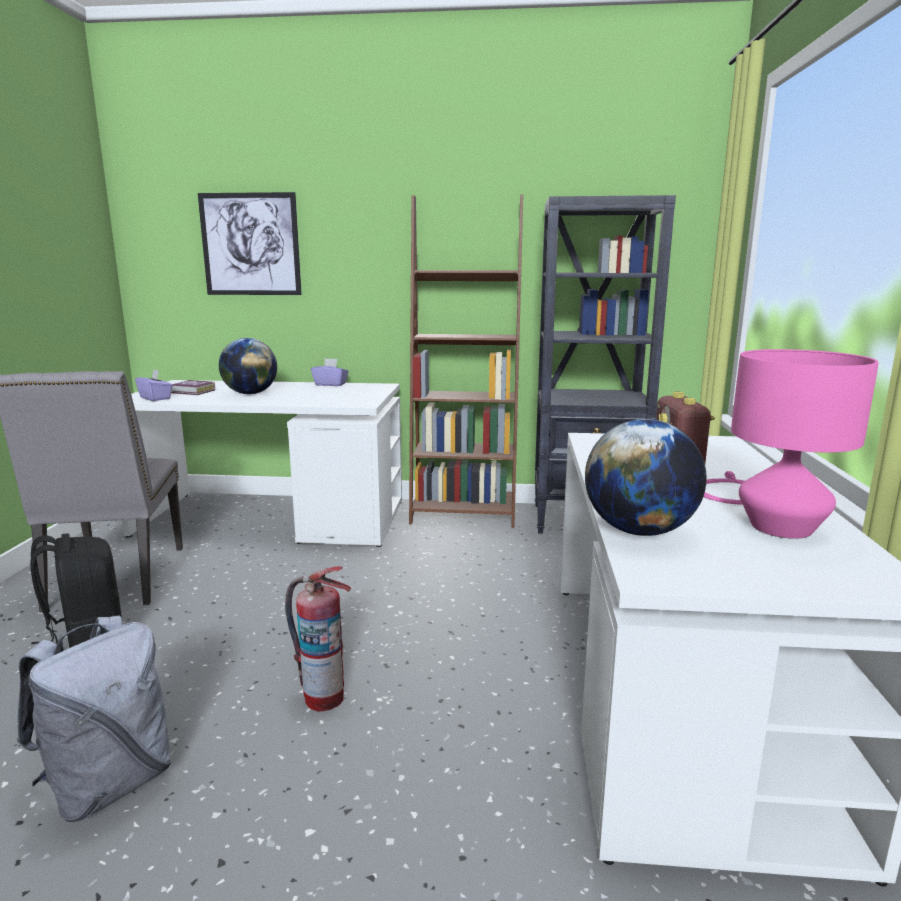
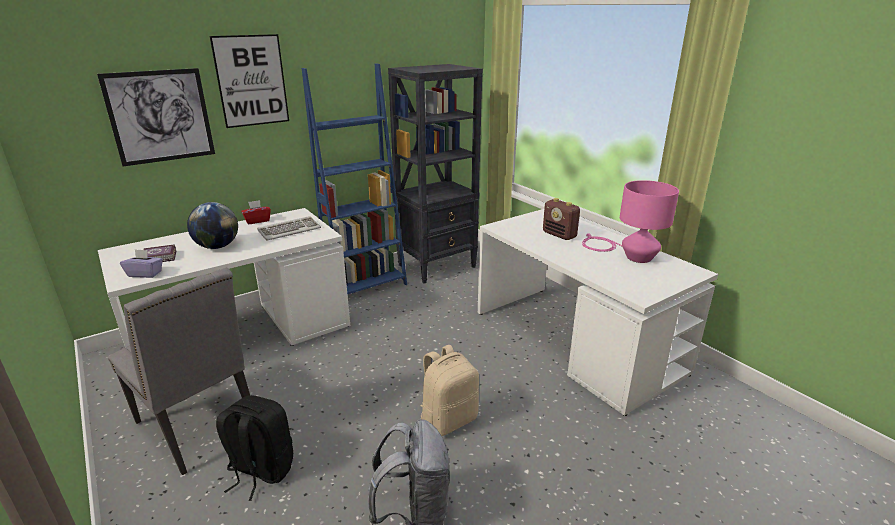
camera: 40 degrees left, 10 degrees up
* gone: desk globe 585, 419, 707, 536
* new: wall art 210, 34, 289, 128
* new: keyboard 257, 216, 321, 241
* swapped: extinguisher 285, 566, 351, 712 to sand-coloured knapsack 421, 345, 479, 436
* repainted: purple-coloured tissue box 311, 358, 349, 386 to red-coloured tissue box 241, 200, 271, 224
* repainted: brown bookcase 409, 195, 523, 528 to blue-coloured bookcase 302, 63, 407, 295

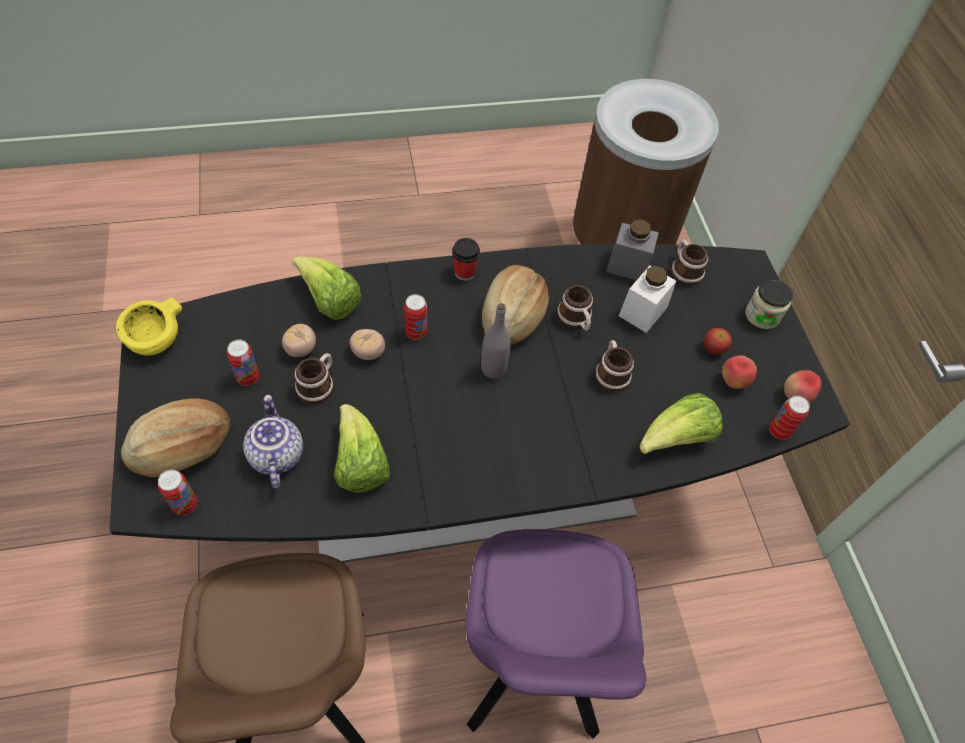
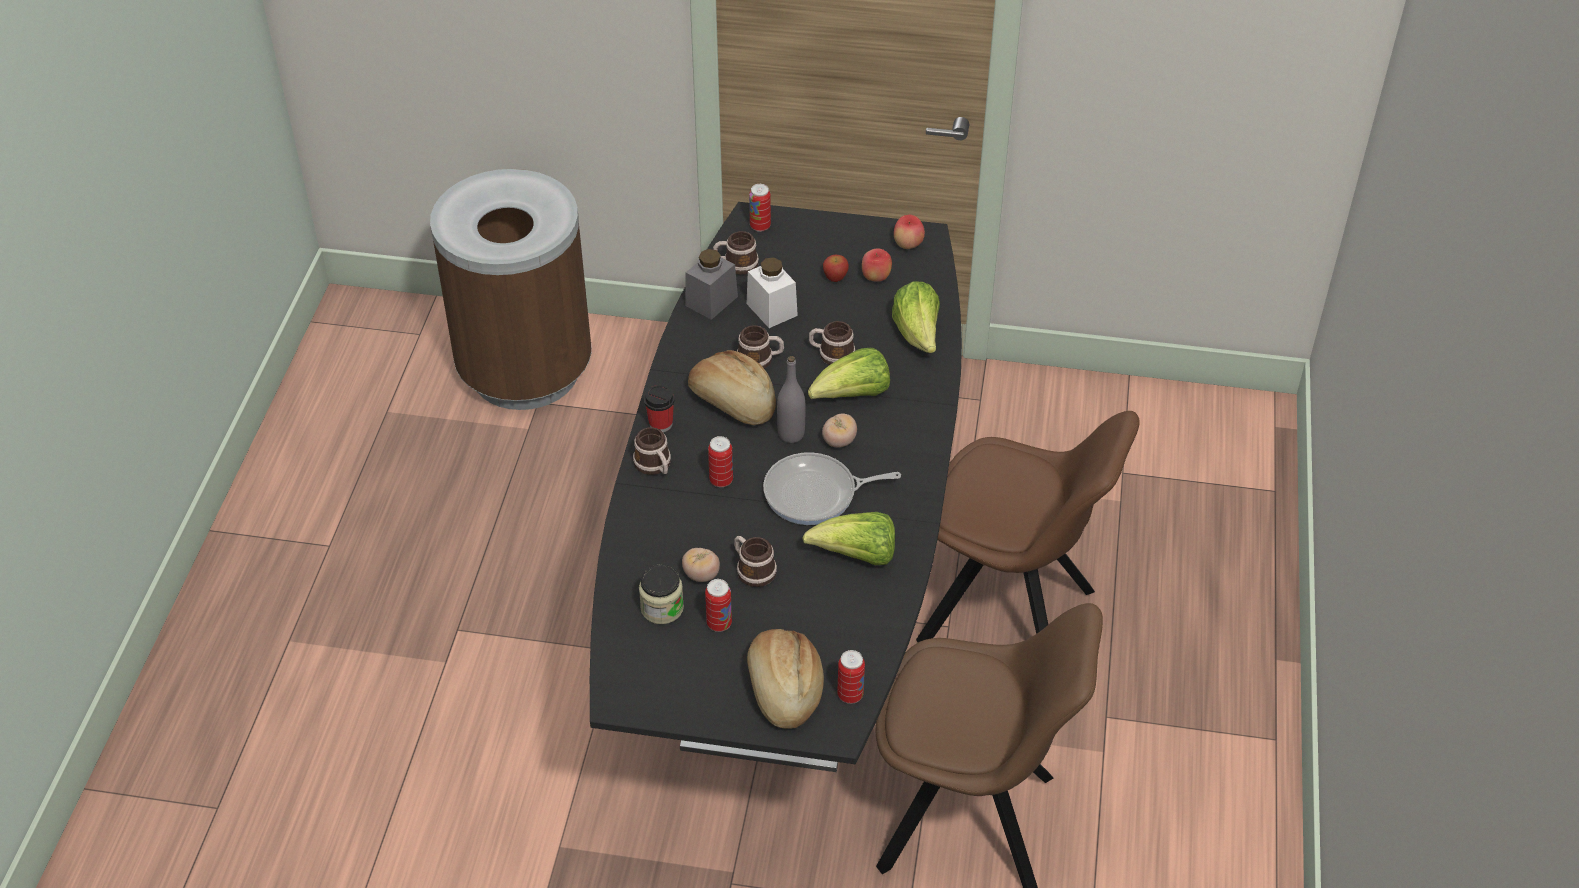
camera: 65 degrees left, 10 degrees down
* gone: yellow serving bowl 116, 297, 182, 355
* gone: pot for tea 243, 394, 303, 488
* new: coffee mug 633, 427, 671, 475
* new: frying pan 763, 452, 901, 525
* shifted: head of lettuce 292, 257, 362, 320 to 808, 348, 890, 399
* shifted: tomato 349, 329, 385, 360 to 822, 414, 857, 448
* shifted: storage jar 745, 279, 793, 329 to 639, 564, 684, 624
* shifted: can 769, 396, 810, 440 to 749, 184, 771, 232
* repainted: purple-coloured chair 466, 529, 646, 739 to brown chair 916, 411, 1140, 642

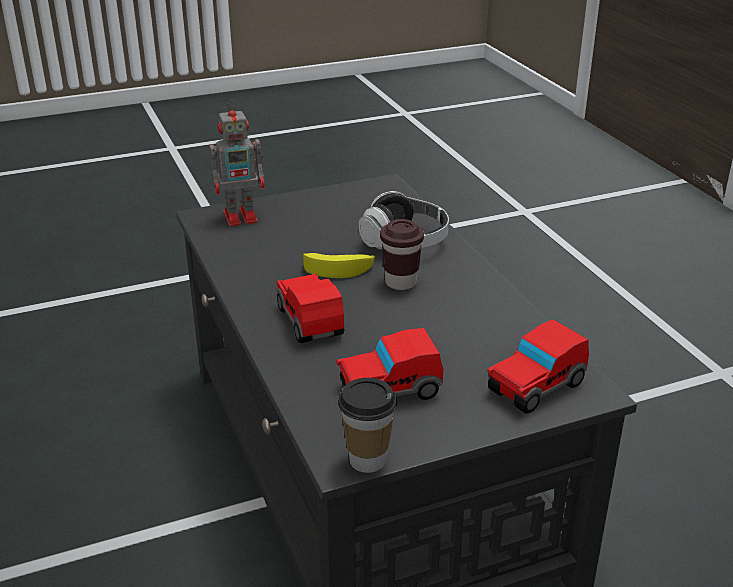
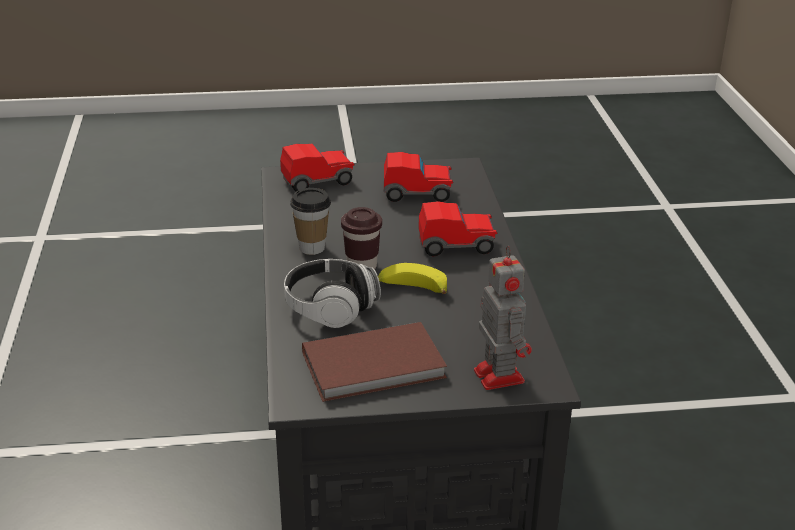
camera: 165 degrees left, 0 degrees up
* new: brown volume 302, 322, 447, 402
* shifted: small cup 338, 378, 397, 473 to 290, 188, 331, 255
* rotated: toy robot 209, 99, 265, 226 = 474, 246, 532, 390 75 degrees clockwise
* rotated: model car 276, 273, 345, 343 = 419, 201, 498, 256 90 degrees counterclockwise

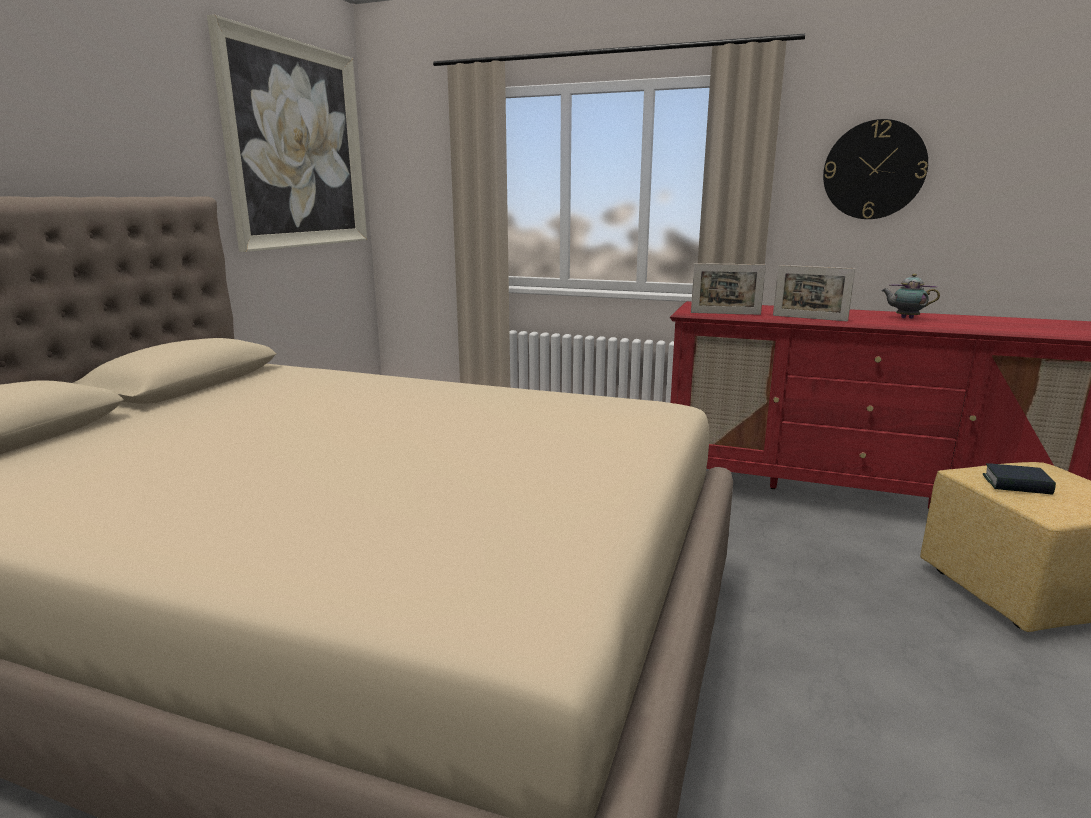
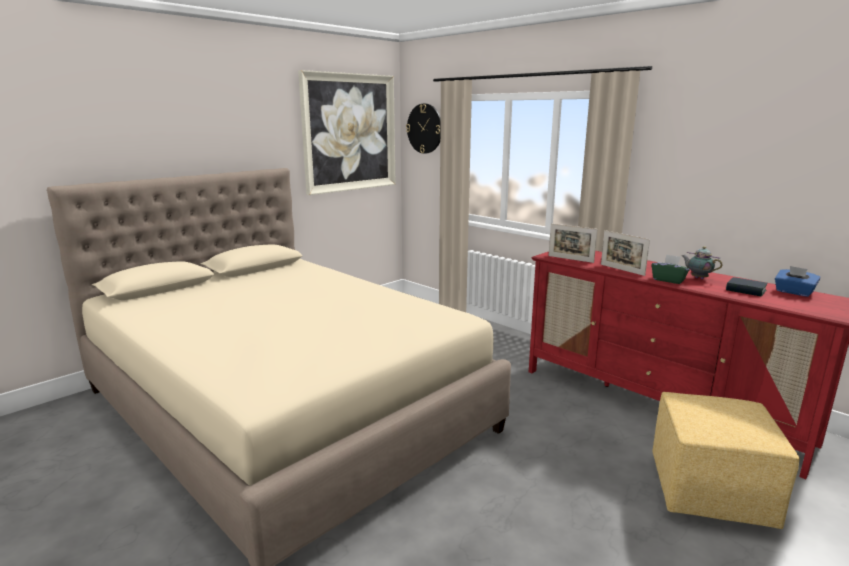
camera: 25 degrees right, 0 degrees up
* new: green-coloured tissue box 652, 254, 690, 284
* new: blue-coloured tissue box 775, 266, 820, 297
* shifted: wall clock 823, 119, 928, 219 to 406, 104, 441, 154
* shifted: volume 983, 463, 1056, 495 to 726, 277, 768, 297

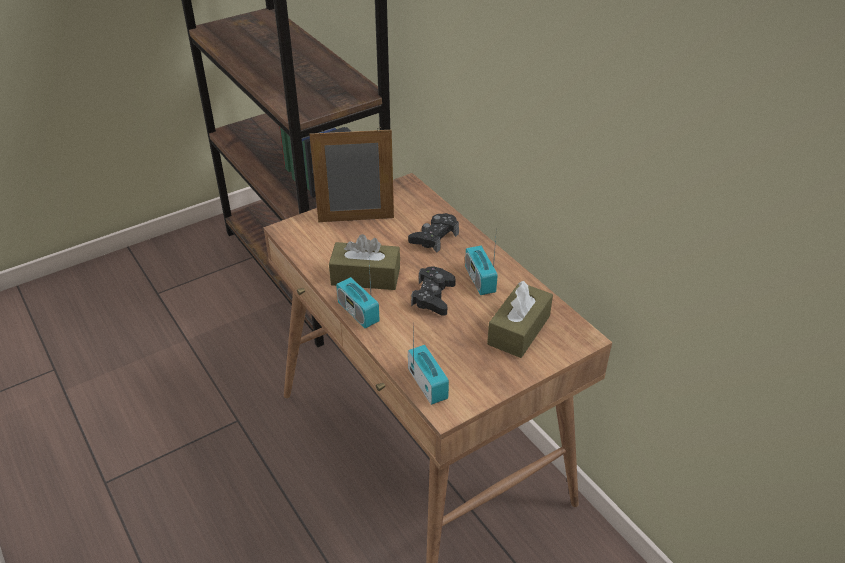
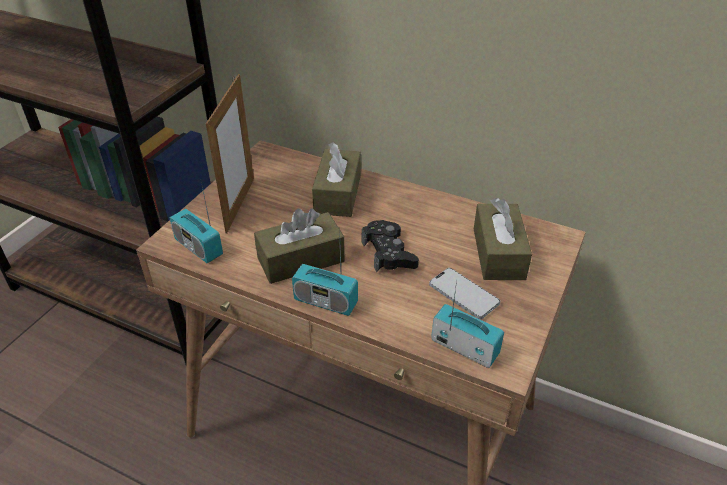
camera: 30 degrees left, 0 degrees up
* new: telephone 429, 268, 500, 319
* shifted: radio 465, 227, 498, 295 to 170, 182, 223, 263
* swapped: black game controller 408, 213, 459, 253 to brown tissue box 312, 142, 361, 217
* rotated: photo frame 309, 128, 394, 222 = 206, 74, 254, 234 135 degrees clockwise

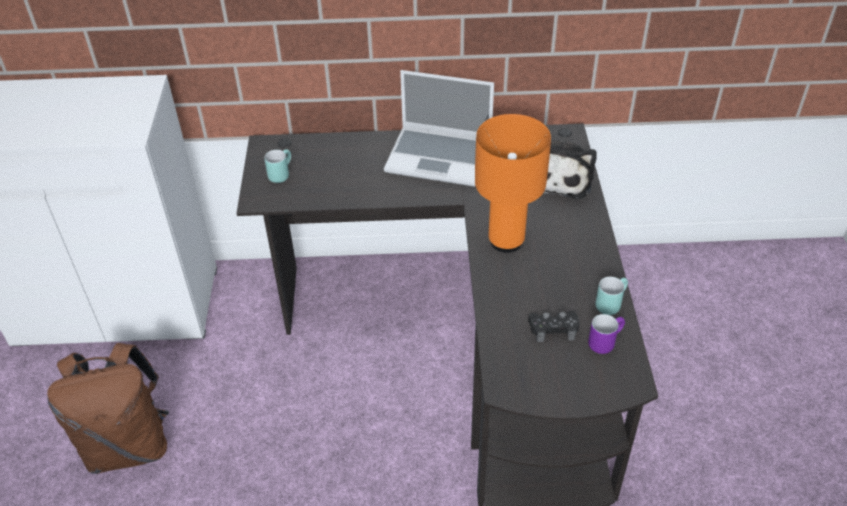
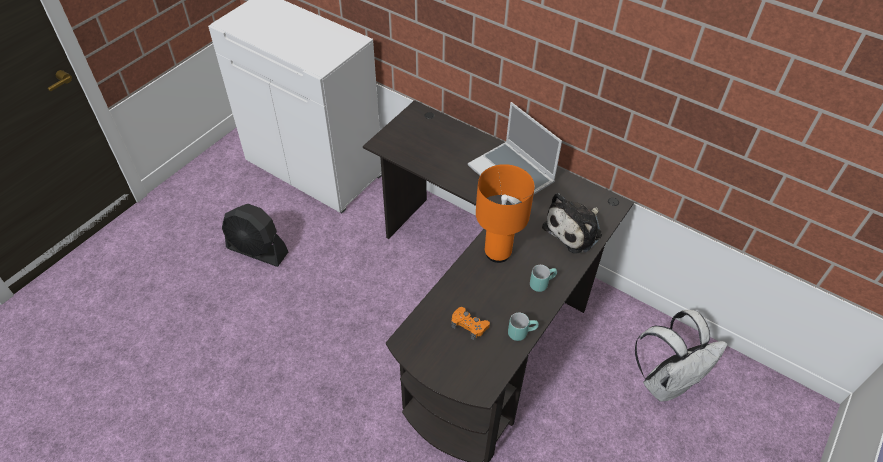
camera: 35 degrees right, 5 degrees up
* gone: purple-coloured coffee mug 588, 314, 625, 354
* new: white-coloured knapsack 635, 310, 728, 402
* shifted: blue-green coffee mug 264, 149, 291, 183 to 530, 265, 557, 292
* swapped: brown knapsack 47, 343, 169, 474 to black fan 222, 204, 288, 267
* repainted: black game controller 528, 311, 580, 342 to orangey game controller 451, 307, 490, 340

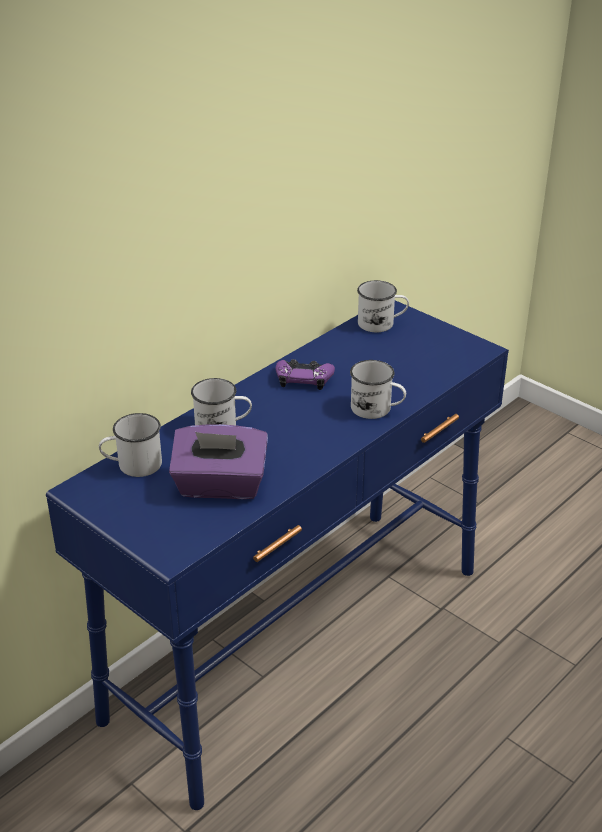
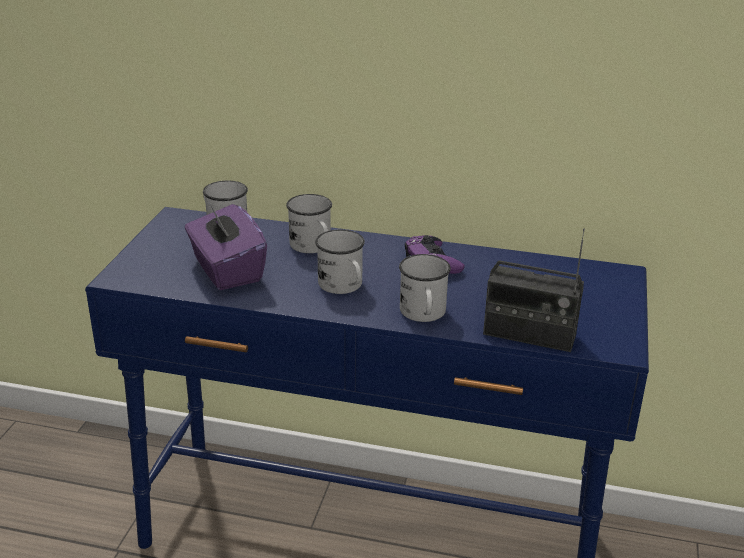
camera: 60 degrees right, 5 degrees down
* new: radio 483, 229, 585, 352
* shifted: white-coloured coffee mug 357, 280, 409, 332 to 315, 230, 365, 294

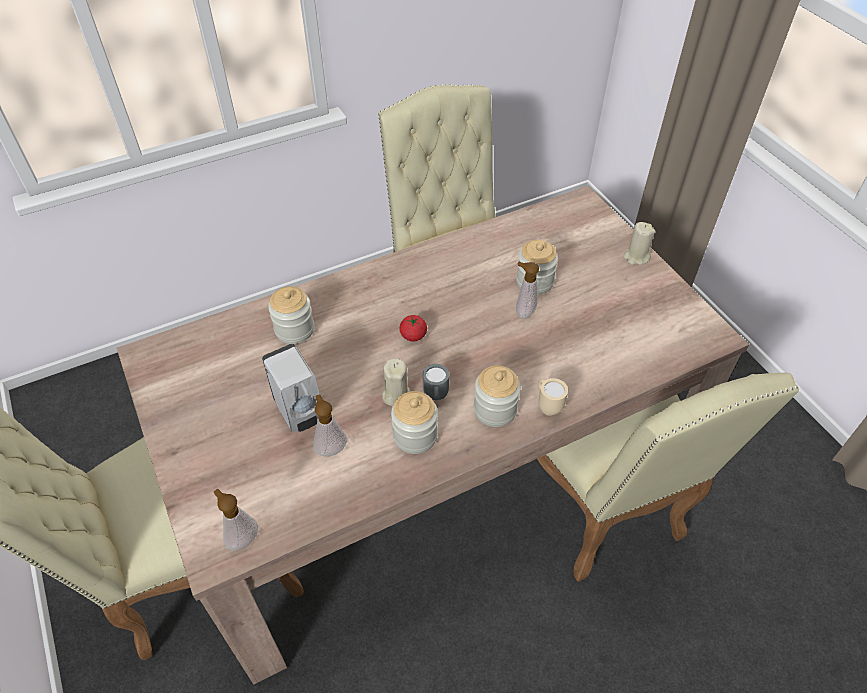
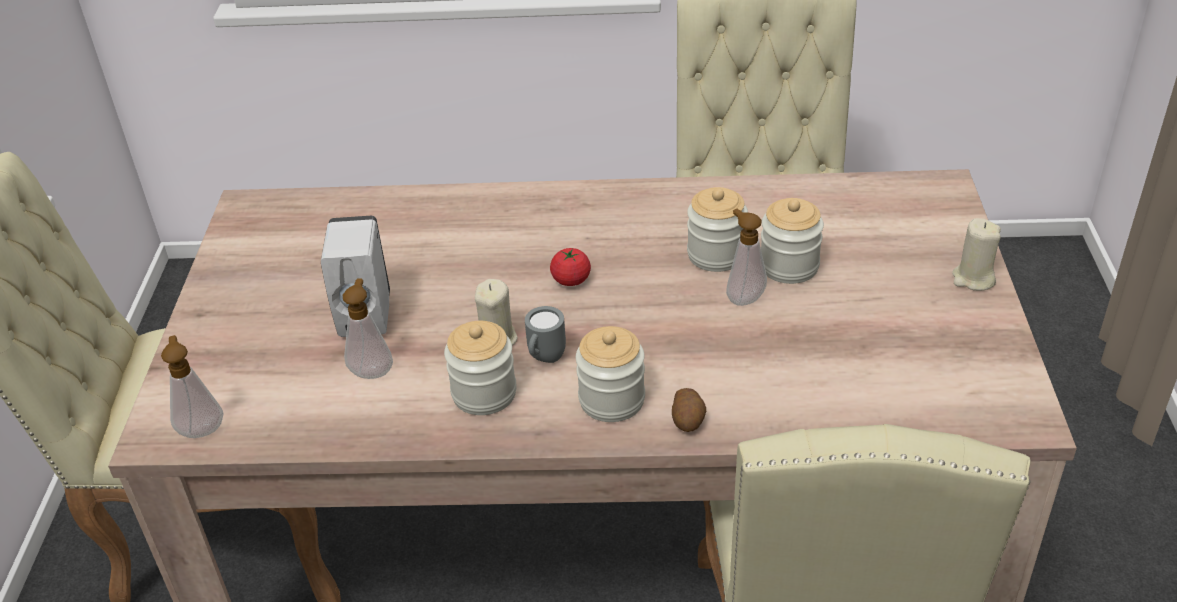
camera: 30 degrees right, 10 degrees down
* shifted: storage jar 268, 286, 314, 344 to 687, 187, 748, 272
* swapped: sand-coloured coffee mug 538, 378, 568, 416 to potato 672, 388, 706, 432

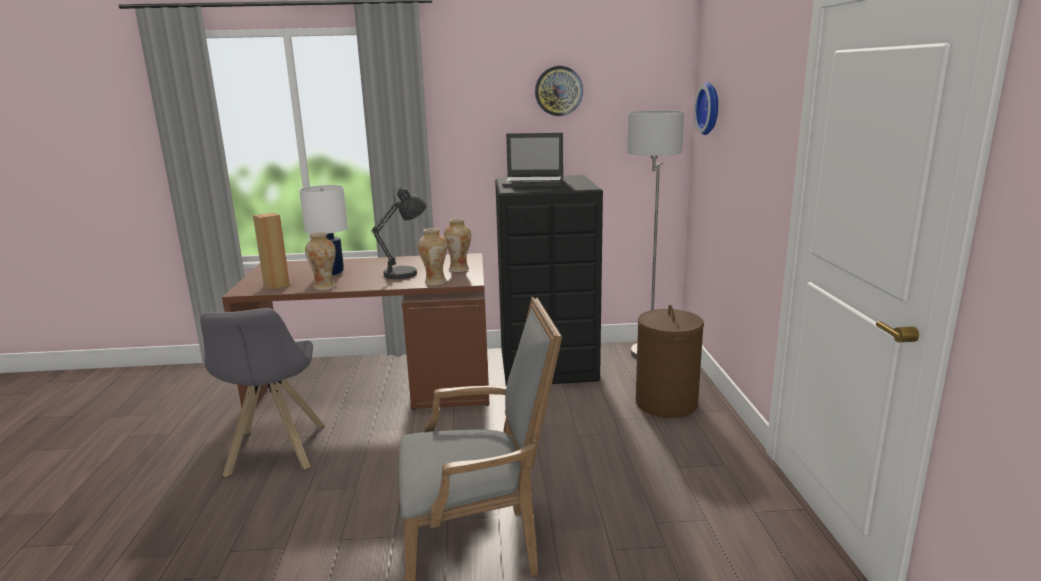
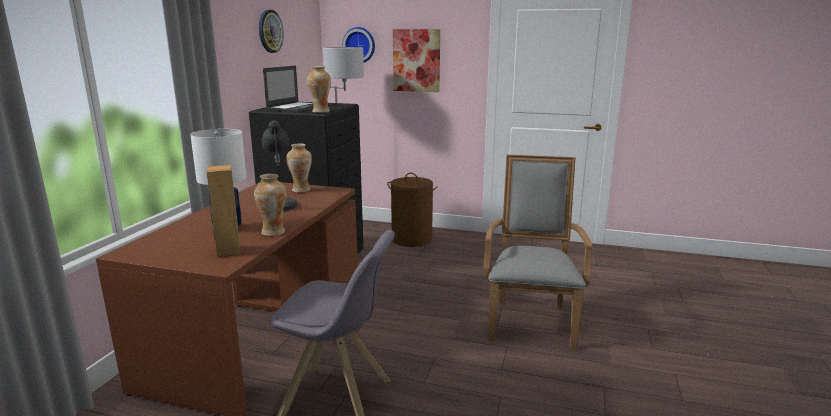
camera: 70 degrees left, 0 degrees up
* new: wall art 393, 29, 440, 92
* shifted: flower vase 418, 228, 447, 285 to 307, 66, 331, 113

